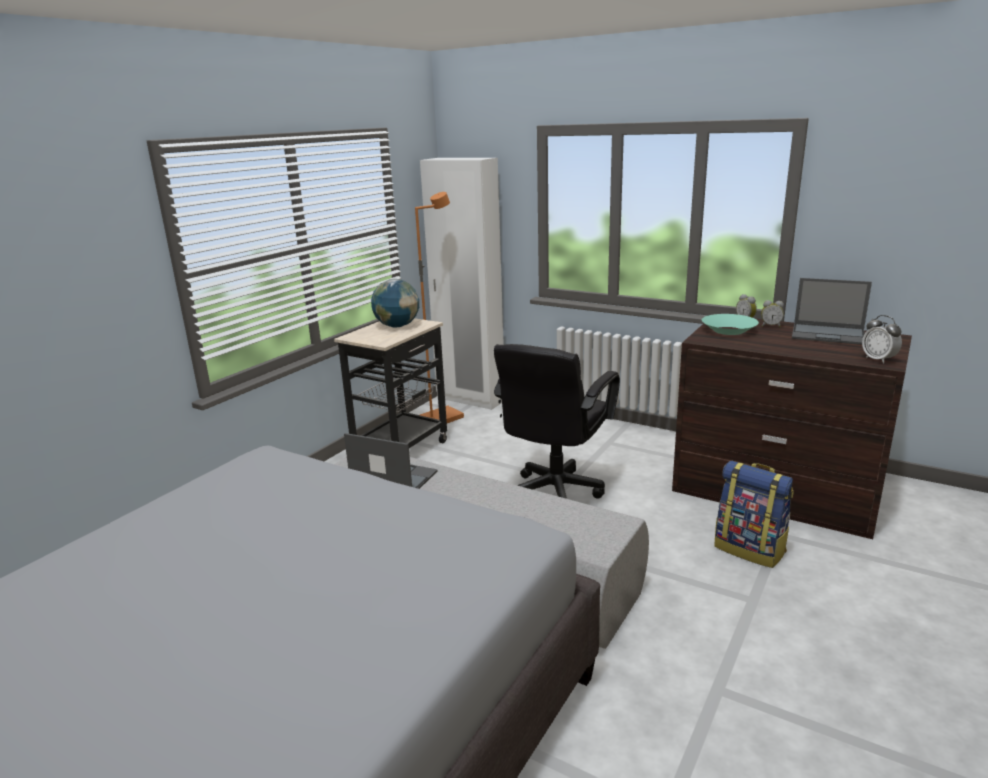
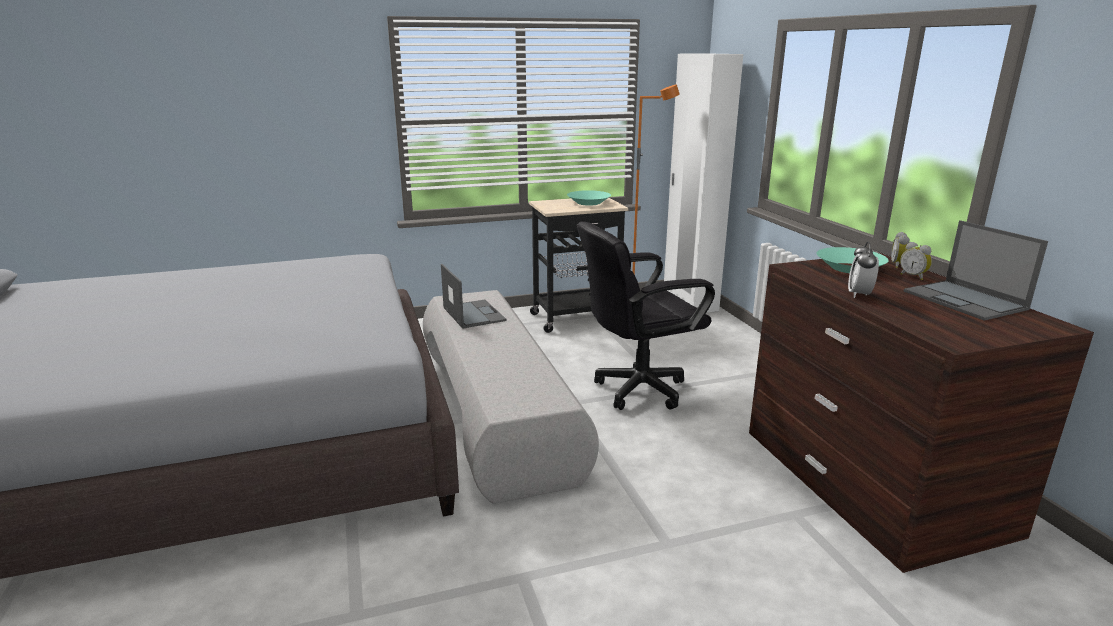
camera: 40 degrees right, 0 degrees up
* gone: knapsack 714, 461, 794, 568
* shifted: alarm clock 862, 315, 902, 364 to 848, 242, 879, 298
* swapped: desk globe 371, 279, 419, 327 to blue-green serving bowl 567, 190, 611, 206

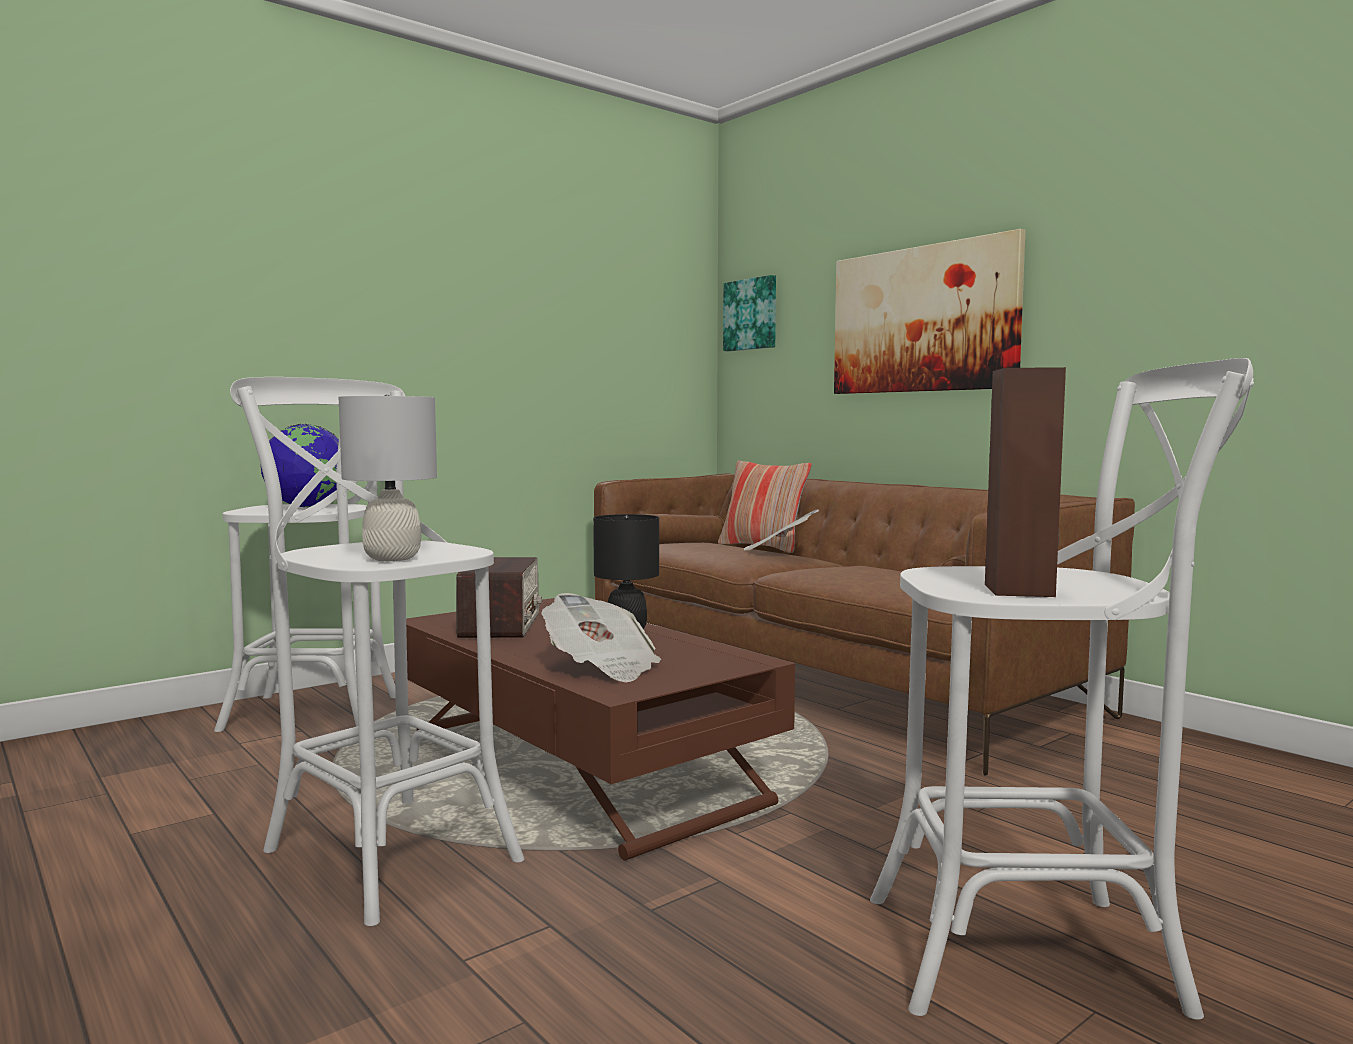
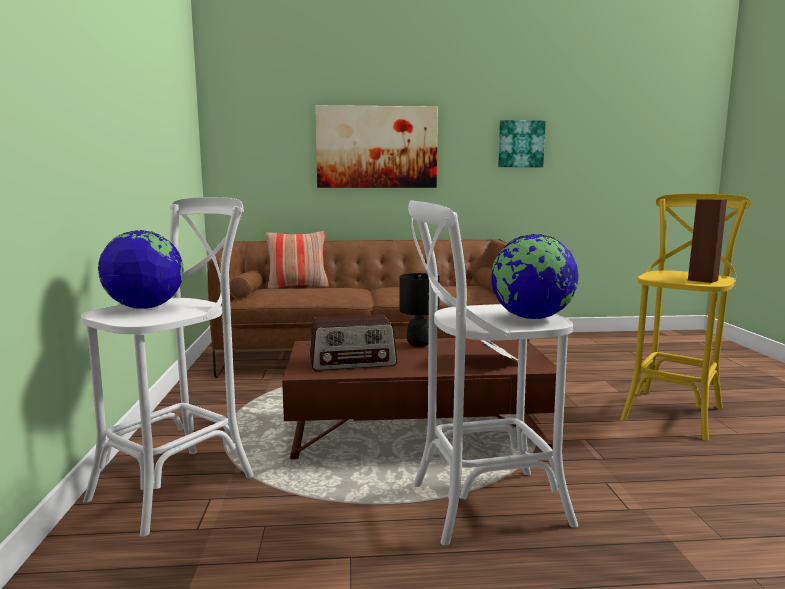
camera: 55 degrees left, 5 degrees up
* gone: daily paper 744, 509, 819, 551
* shifted: wall art 723, 275, 776, 351 to 498, 120, 546, 167
* swapped: grey lamp for a table 339, 394, 437, 561 to desk globe 491, 234, 579, 319
* repainted: white-coloured stool 870, 358, 1254, 1020 to yellow stool 620, 194, 751, 441
* rotated: radio 456, 557, 542, 638 = 310, 314, 397, 371 135 degrees clockwise

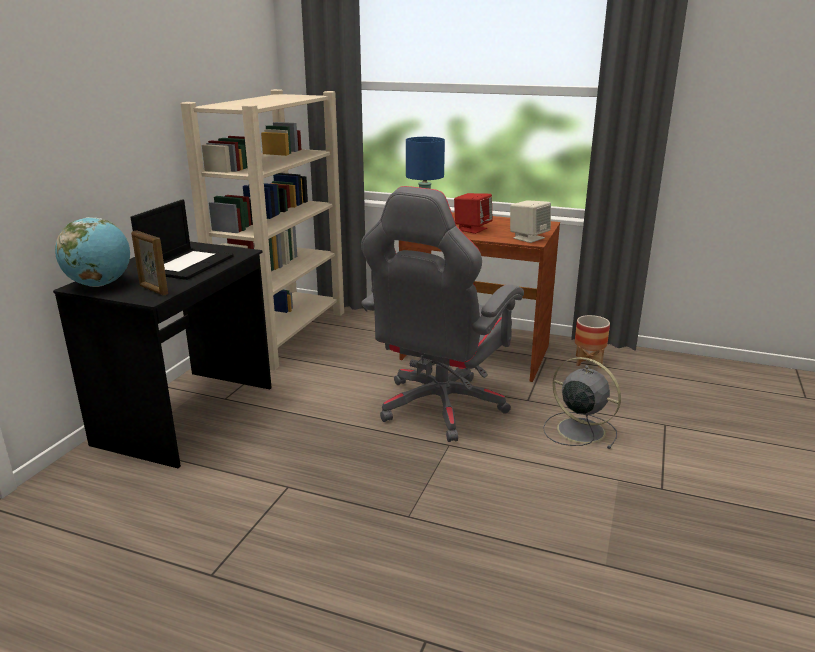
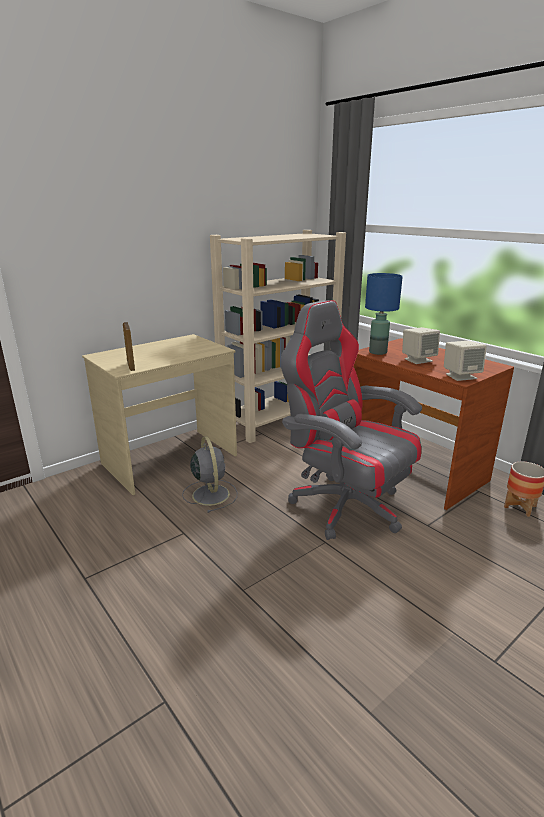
camera: 30 degrees right, 0 degrees up
* gone: desk globe 55, 217, 130, 287
* gone: notebook computer 130, 199, 233, 280
* shifted: grey fan 543, 357, 621, 449 to 182, 436, 237, 513
* repainted: black desk unit 53, 242, 272, 468 to sand-coloured desk unit 82, 334, 237, 495
* repainted: red-coloured speaker 454, 193, 493, 234 to sand-coloured speaker 402, 327, 440, 364
* rotated: grey computer chair 361, 186, 524, 442 = 280, 300, 422, 540 75 degrees clockwise

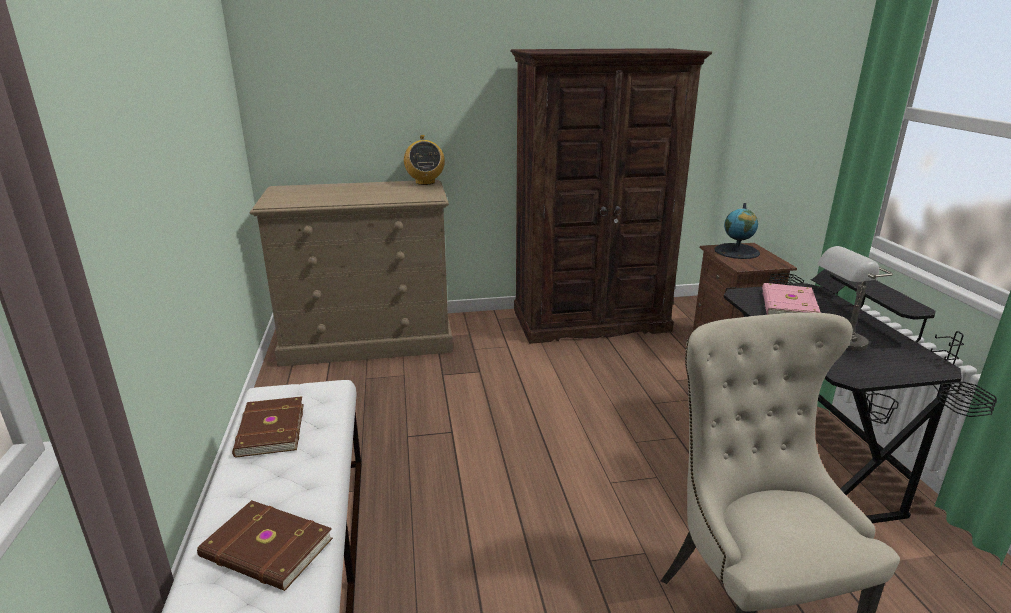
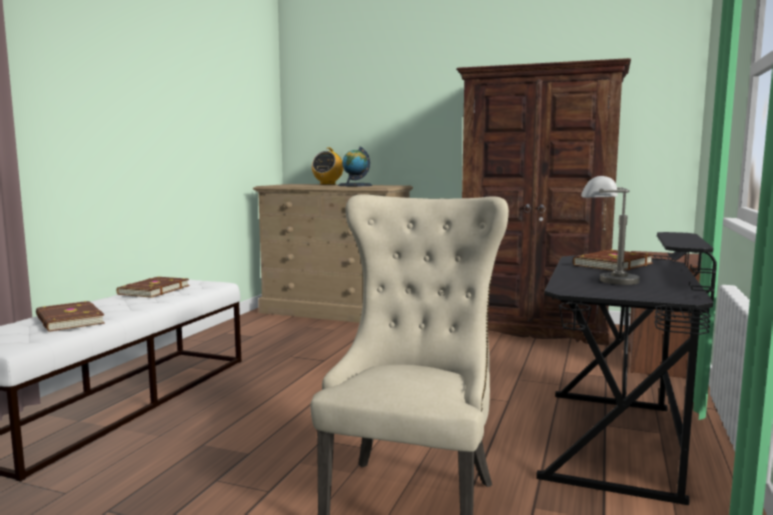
camera: 30 degrees right, 15 degrees down
* shifted: radio 404, 135, 445, 185 to 312, 147, 344, 185
* shifted: desk globe 714, 203, 760, 259 to 338, 147, 372, 186
* repainted: pink-coloured volume 762, 283, 821, 315 to brown volume 573, 249, 653, 271

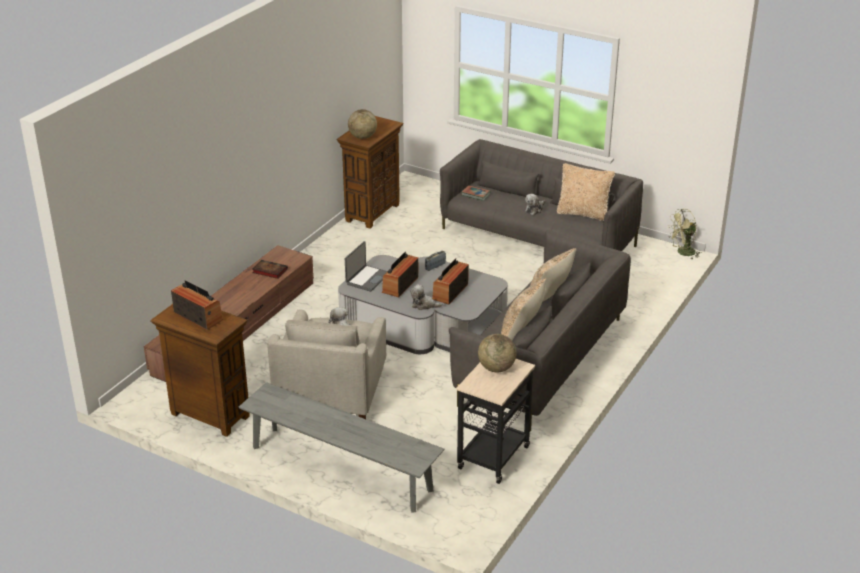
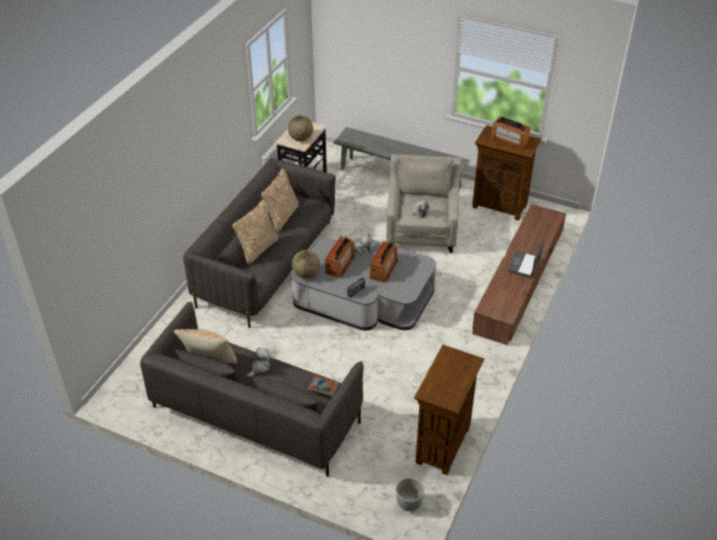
camera: 175 degrees right, 10 degrees up
* gone: volume 252, 260, 288, 279
* gone: green-coloured fan 669, 209, 700, 259
* new: grey planter 396, 478, 424, 511
* shifted: notebook computer 345, 241, 387, 292 to 508, 239, 544, 278
* shifted: desk globe 348, 109, 377, 139 to 292, 250, 320, 278

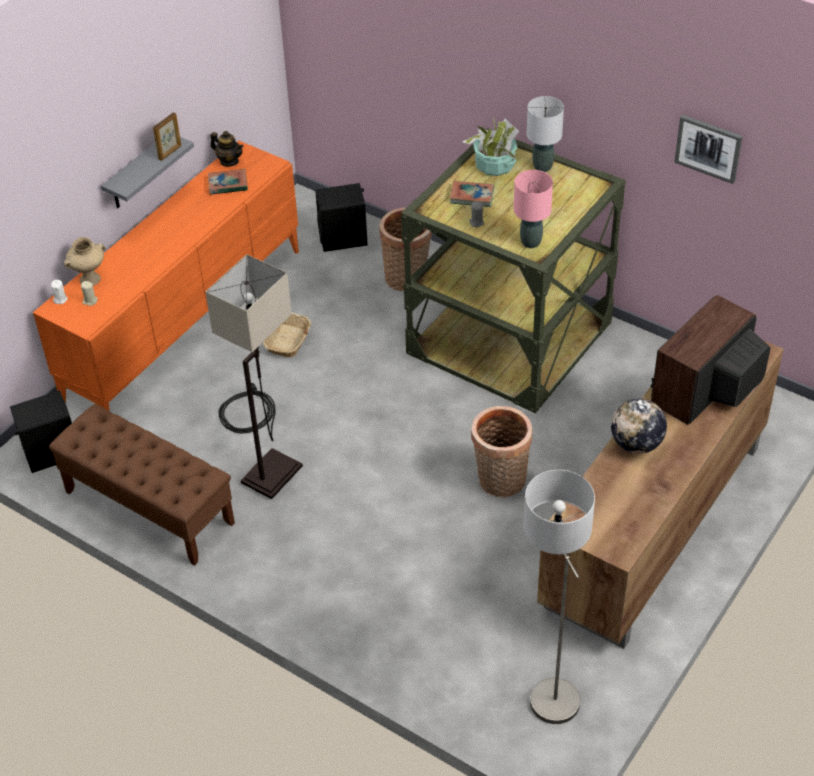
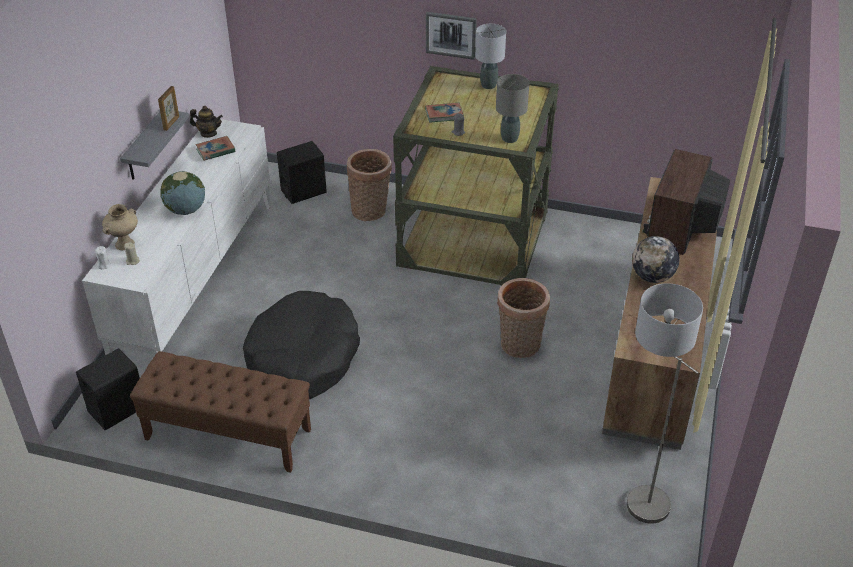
camera: 20 degrees left, 5 degrees down
* gone: storage basket 263, 312, 311, 357
* gone: plant in a pot 462, 117, 519, 176
* new: desk globe 160, 171, 205, 215
* shifted: wall art 674, 115, 743, 184 to 426, 12, 477, 60
* swapped: floor lamp 205, 254, 303, 499 to black pet bed 243, 291, 360, 399
* repainted: orangey storage cabinet 33, 141, 299, 411 to white-coloured storage cabinet 82, 119, 271, 359
* repainted: pink-coloured lamp for a table 514, 170, 553, 248 to grey lamp for a table 496, 74, 529, 143

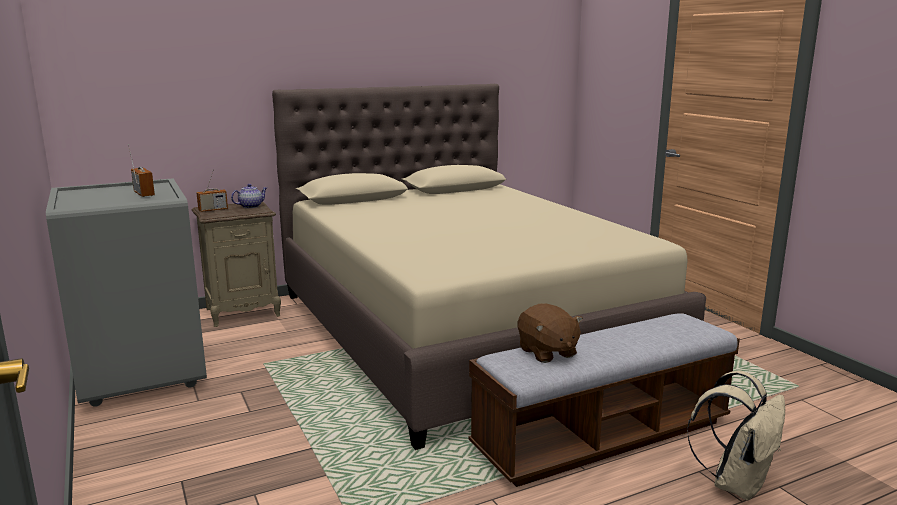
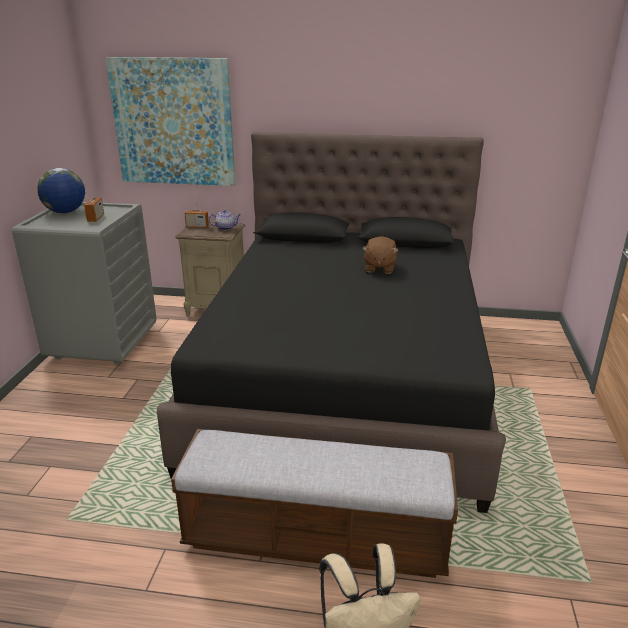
camera: 35 degrees right, 10 degrees up
* new: desk globe 38, 168, 85, 213
* new: wall art 105, 57, 235, 186
* shifted: brown cuddly toy 518, 303, 583, 363 to 362, 236, 399, 274
* repainted: sand-coloured bed 272, 84, 706, 450 to black bed 157, 132, 506, 513

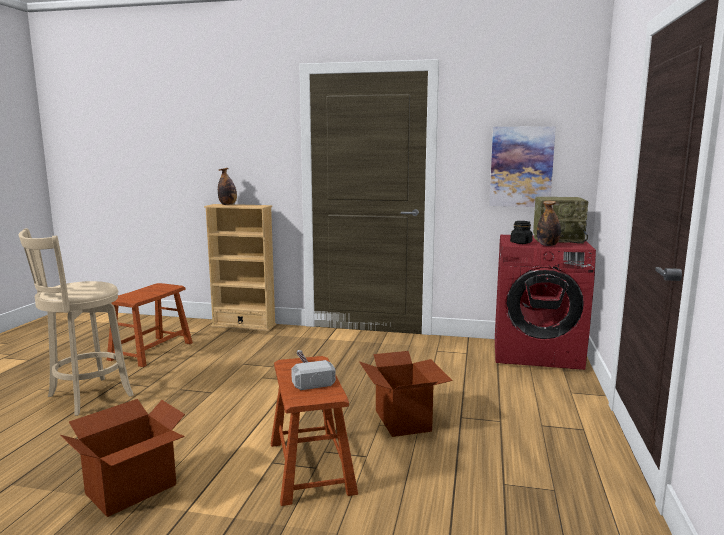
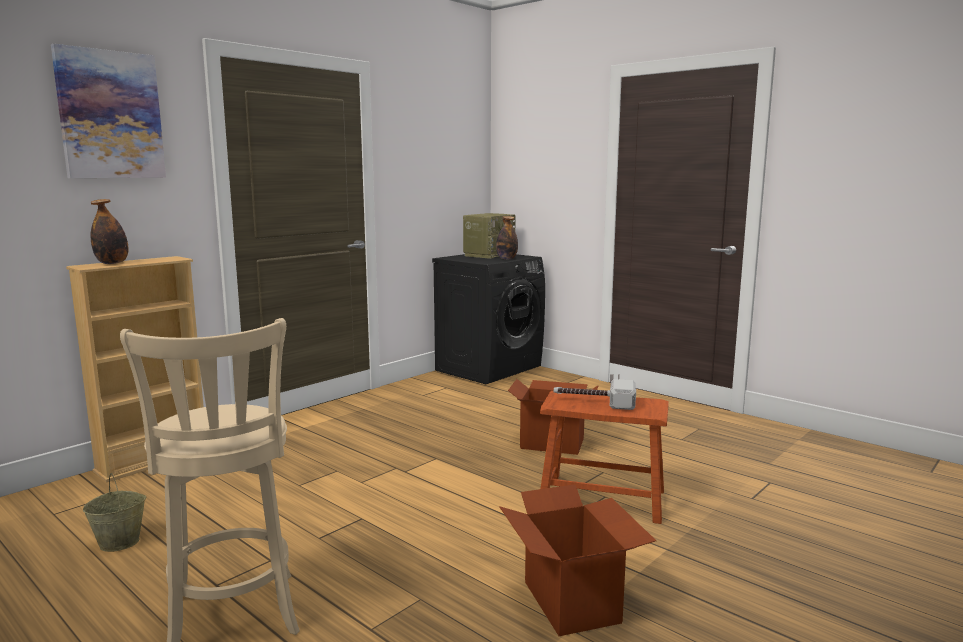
camera: 60 degrees left, 0 degrees up
* gone: black storage jar 510, 221, 533, 244
* shifted: wall art 489, 126, 556, 207 to 51, 44, 166, 178
* swapped: brown stool 107, 283, 193, 367 to sand-coloured pail 83, 473, 146, 552
* repainted: red-coloured laundry appliance 495, 235, 596, 370 to black laundry appliance 432, 254, 545, 384

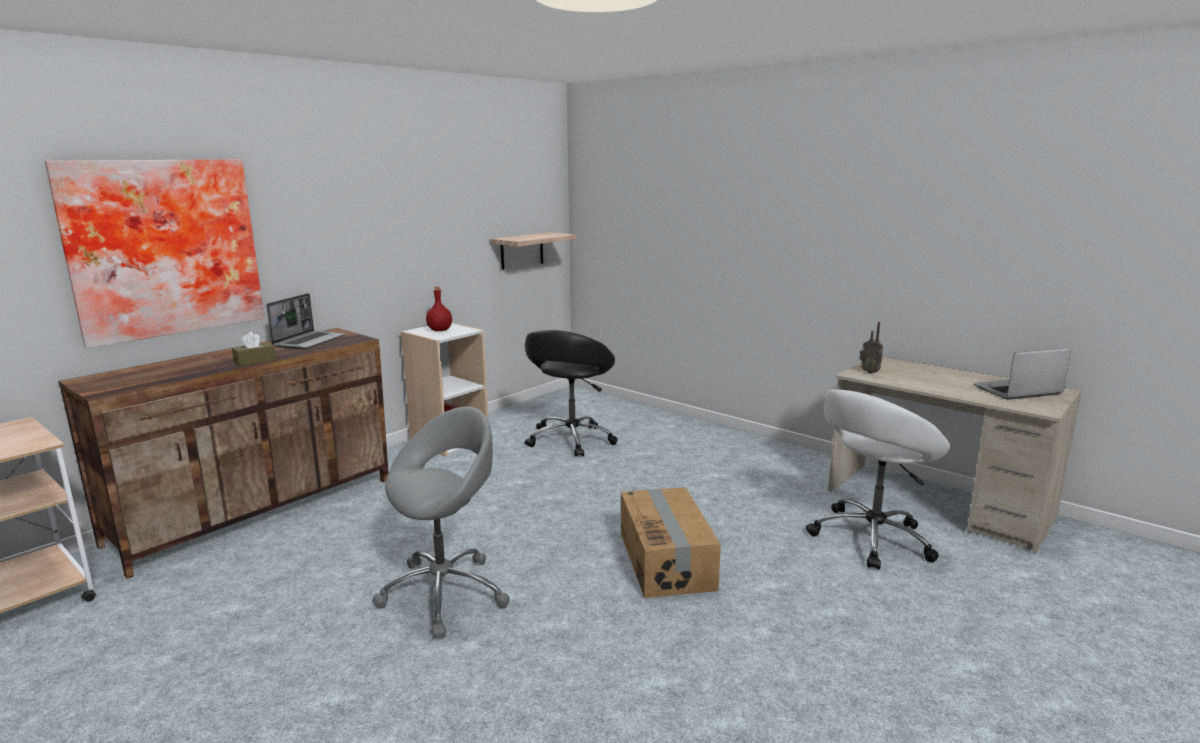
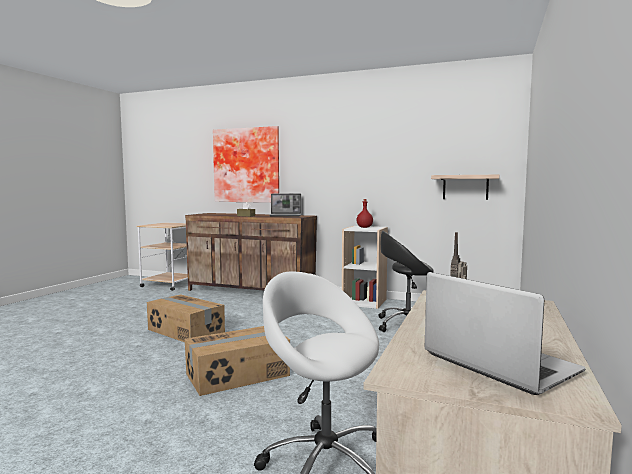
camera: 70 degrees right, 10 degrees down
* swapped: grey computer chair 373, 407, 510, 638 to cardboard box 147, 295, 225, 342

